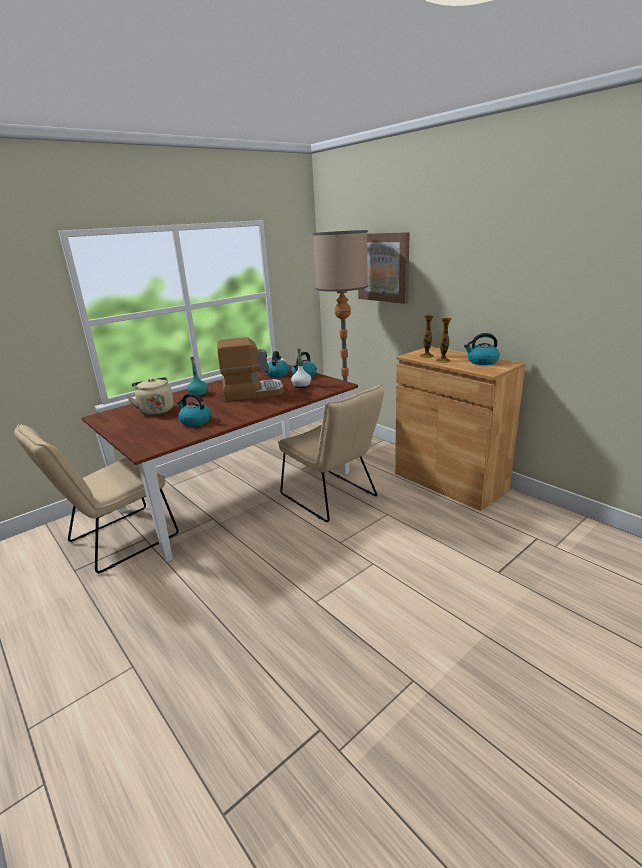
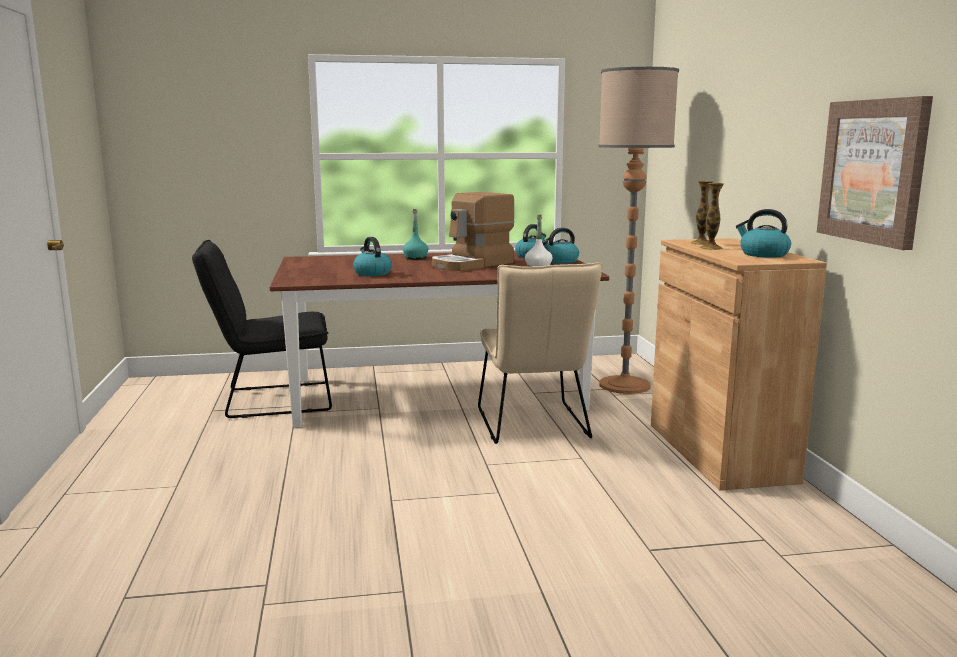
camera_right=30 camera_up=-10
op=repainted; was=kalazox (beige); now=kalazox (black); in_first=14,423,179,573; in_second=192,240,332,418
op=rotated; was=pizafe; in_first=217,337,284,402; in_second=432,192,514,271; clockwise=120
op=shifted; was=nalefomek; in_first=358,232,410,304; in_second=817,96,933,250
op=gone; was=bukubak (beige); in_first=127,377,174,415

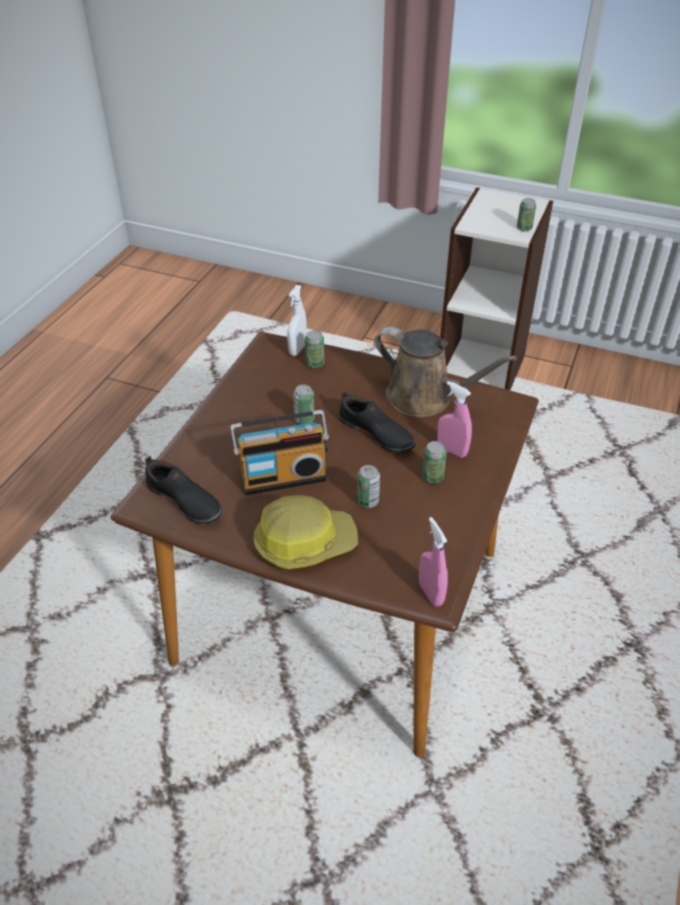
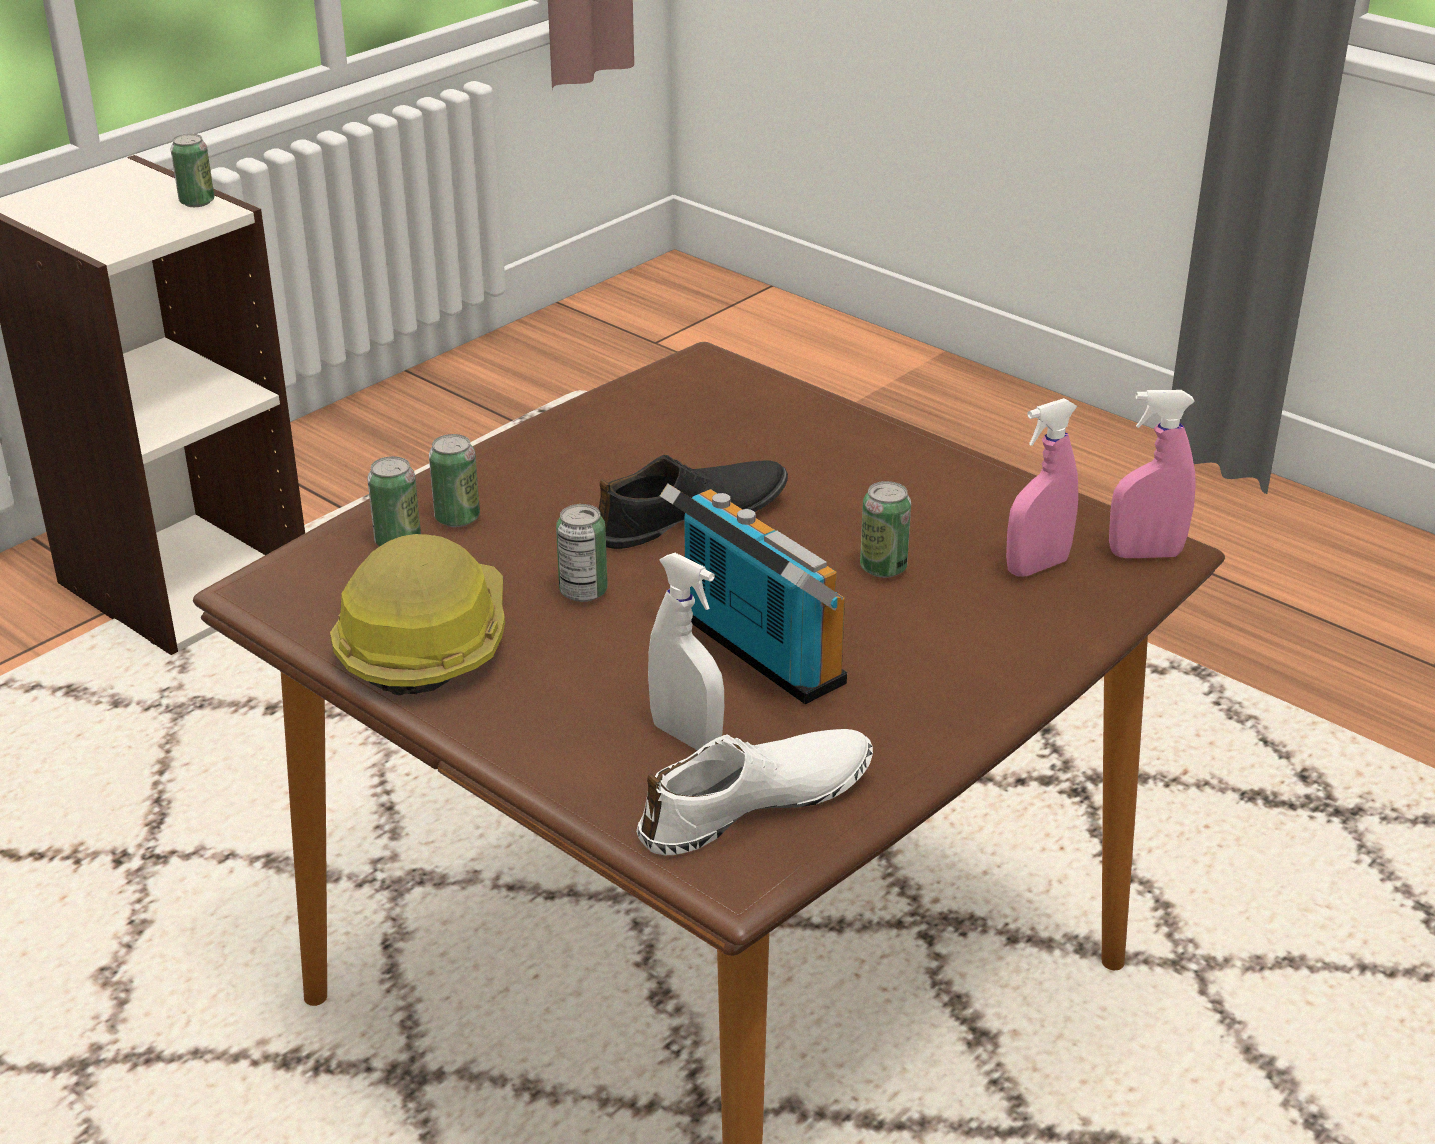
camera_right=-70 camera_up=-10
op=shifted; was=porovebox; in_first=253,495,358,569; in_second=330,534,505,695
op=shifted; was=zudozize; in_first=422,441,447,483; in_second=429,434,480,527
op=repainted; was=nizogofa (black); now=nizogofa (white); in_first=145,456,222,524; in_second=636,729,873,855
op=shifted; was=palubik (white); in_first=287,285,307,356; in_second=648,553,724,750
op=rotated; was=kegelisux; in_first=230,410,329,496; in_second=660,483,847,704; clockwise=-45
op=shifted; was=palubik (pink); in_first=437,381,472,458; in_second=1006,398,1078,577
op=gone; was=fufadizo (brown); in_first=374,327,517,417

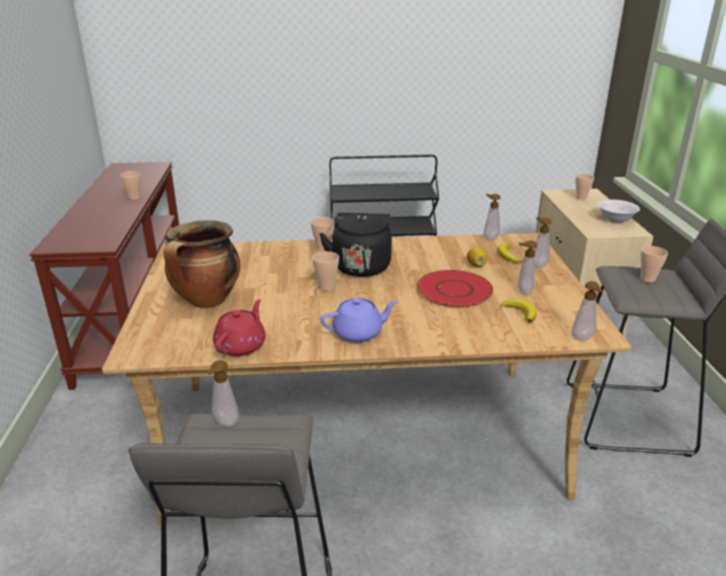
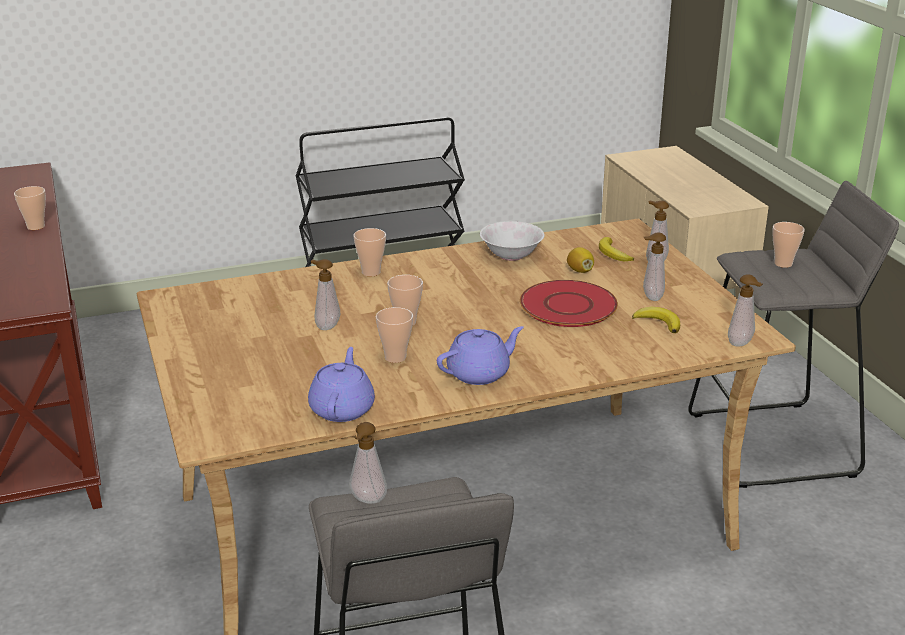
camera_right=-15 camera_up=0
op=repainted; was=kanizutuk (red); now=kanizutuk (purple); in_first=213,299,266,356; in_second=308,347,375,422
op=shifted; was=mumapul; in_first=483,194,501,241; in_second=311,259,340,330
op=shifted; was=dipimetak; in_first=575,174,594,200; in_second=376,307,413,363
op=shifted; was=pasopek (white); in_first=598,200,640,223; in_second=480,221,545,261
op=gone; was=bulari; in_first=163,220,240,308
op=gone; was=bukubak (black); in_first=319,213,392,277

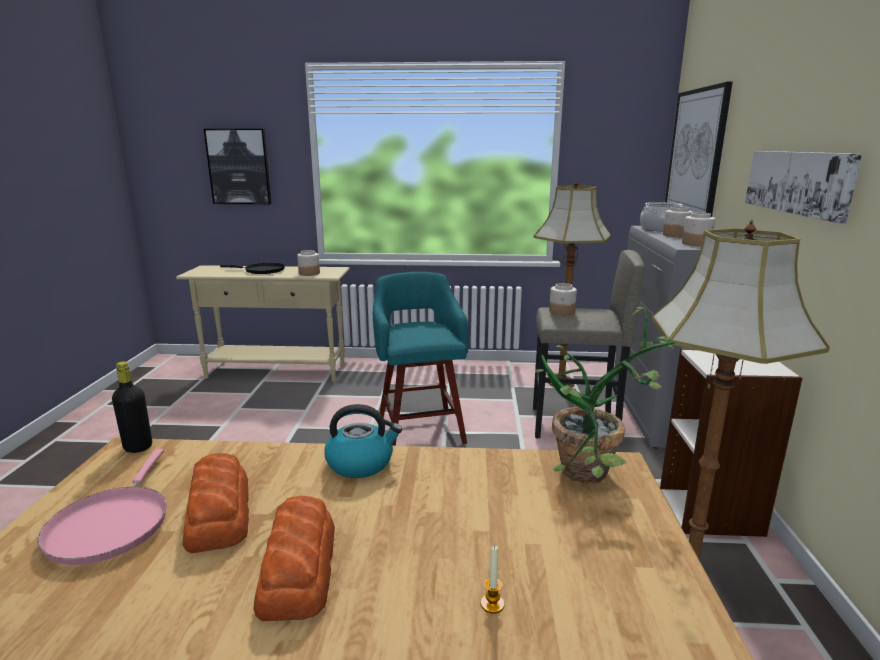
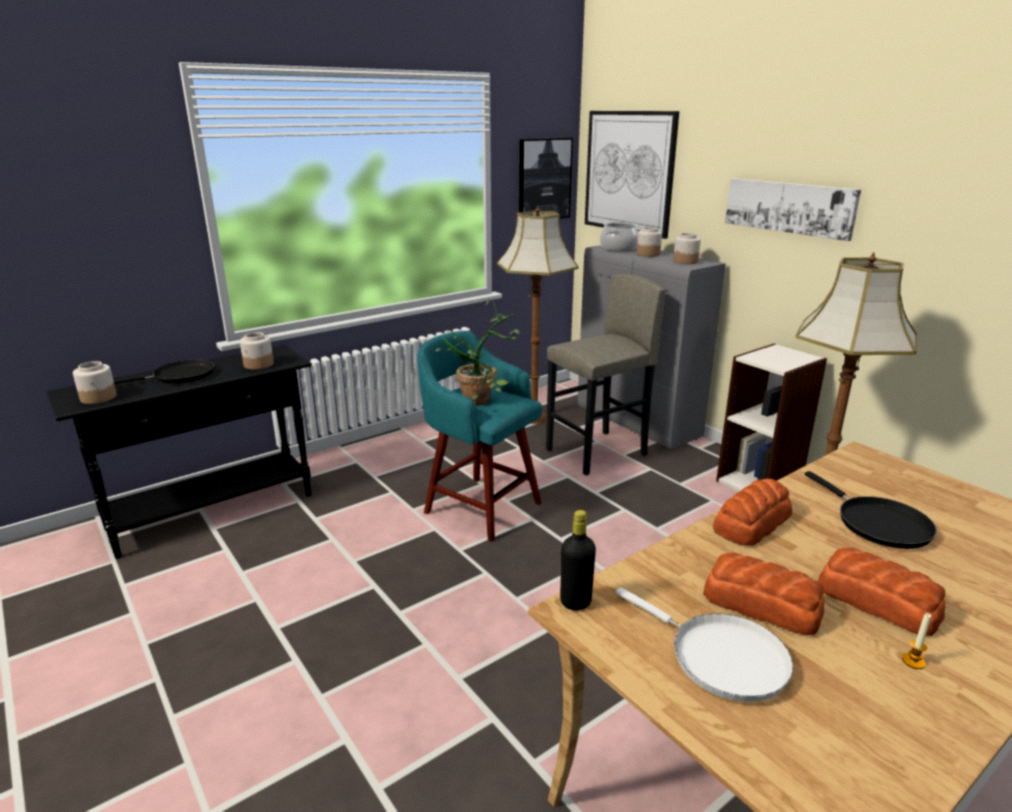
camera_right=-40 camera_up=5
op=repainted; was=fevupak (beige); now=fevupak (black); in_first=176,265,350,382; in_second=46,345,312,559
op=shifted; was=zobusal; in_first=549,283,577,315; in_second=73,361,117,404
op=shifted; was=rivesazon; in_first=535,307,675,484; in_second=435,299,520,406
op=shifted; was=nalefomek; in_first=204,129,272,204; in_second=519,138,573,219
op=repainted; was=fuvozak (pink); now=fuvozak (white); in_first=37,449,167,565; in_second=615,587,793,702
op=swapped; was=bukubak; now=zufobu; in_first=325,404,402,478; in_second=713,479,792,546
op=new; now=fuvozak (black); in_second=805,471,937,549
op=shifted; was=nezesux; in_first=481,545,505,614; in_second=902,613,931,669

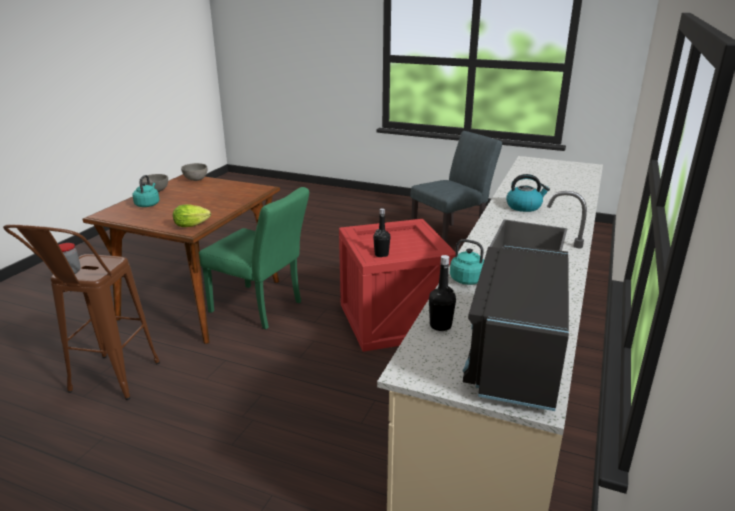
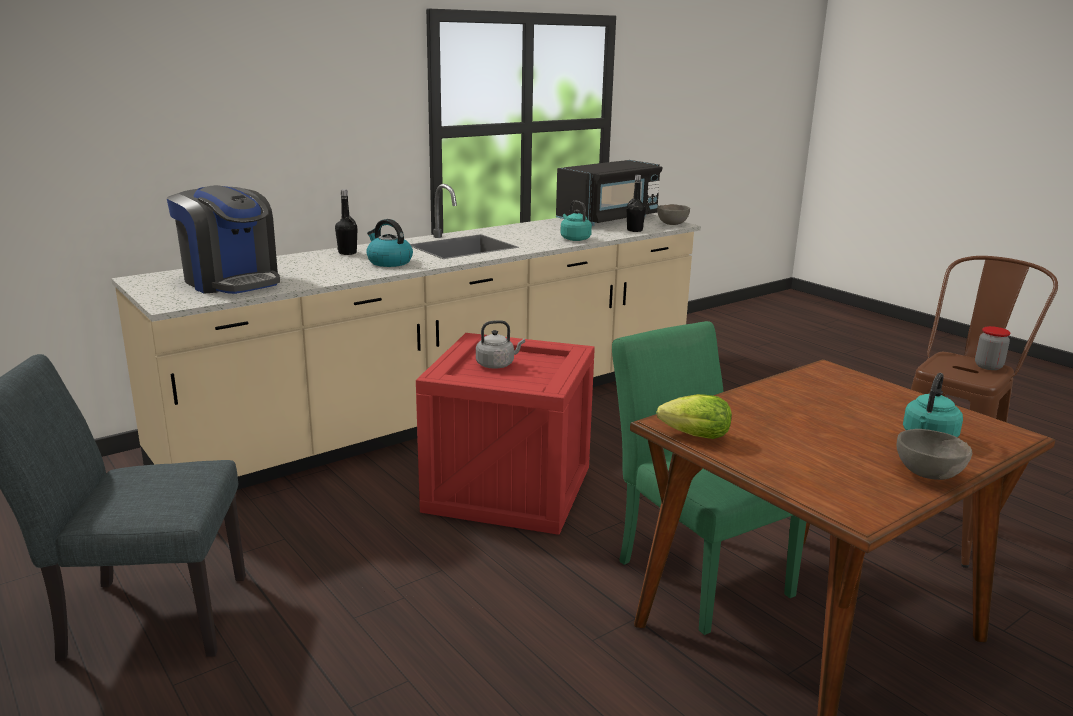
camera_right=-150 camera_up=-5
op=new; now=pizafe; in_second=167,185,280,294
op=shifted; was=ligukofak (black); in_first=373,208,390,257; in_second=335,189,357,255
op=new; now=bukubak (grey); in_second=476,320,525,369
op=shifted; was=pasopek (grey); in_first=181,163,207,181; in_second=657,204,690,225
op=shifted; was=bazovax; in_first=173,205,211,227; in_second=657,394,732,439

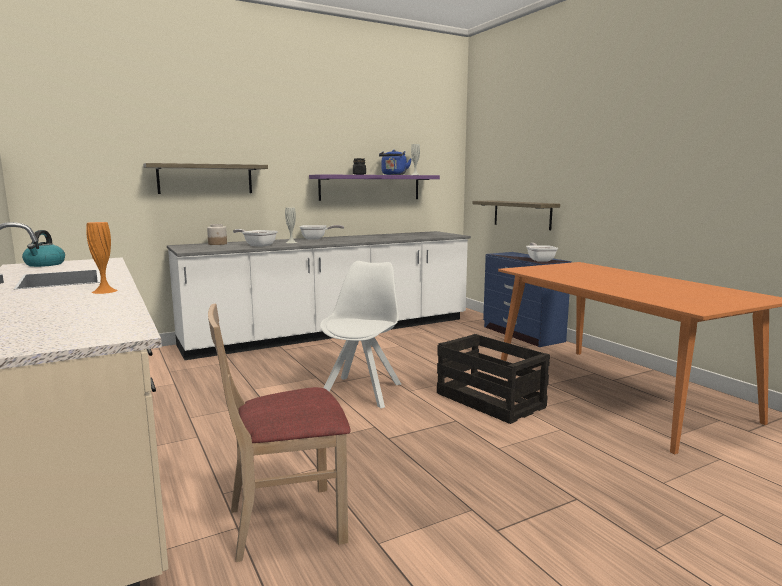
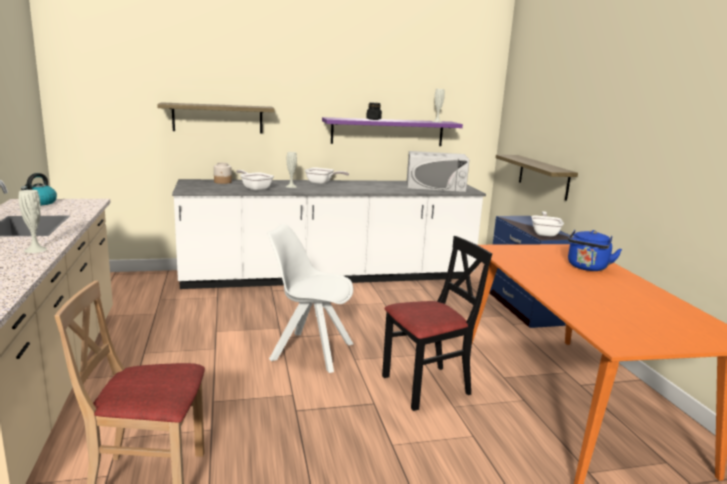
camera_right=15 camera_up=5
op=repainted; was=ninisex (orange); now=ninisex (white); in_first=86,222,118,294; in_second=19,190,47,253
op=rotated; was=kalazox (white); in_first=320,261,401,408; in_second=267,224,353,373; clockwise=-105
op=swapped; was=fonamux; now=kalazox (black); in_first=437,334,550,424; in_second=382,236,492,411
op=new; now=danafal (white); in_second=407,151,470,192
op=shifted; was=bukubak (blue); in_first=379,150,411,175; in_second=568,229,622,271

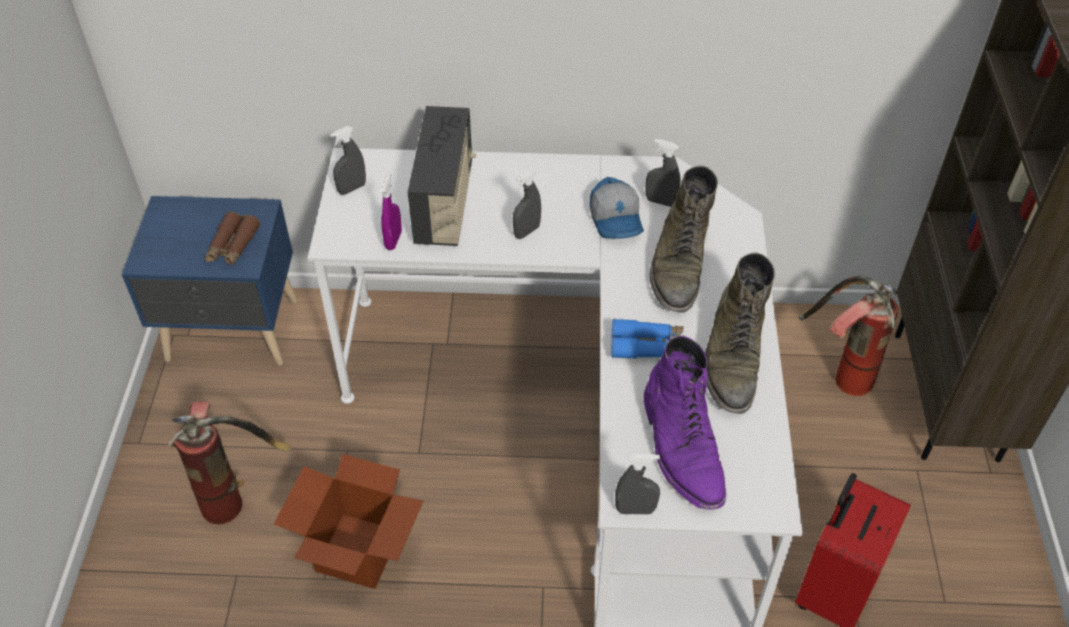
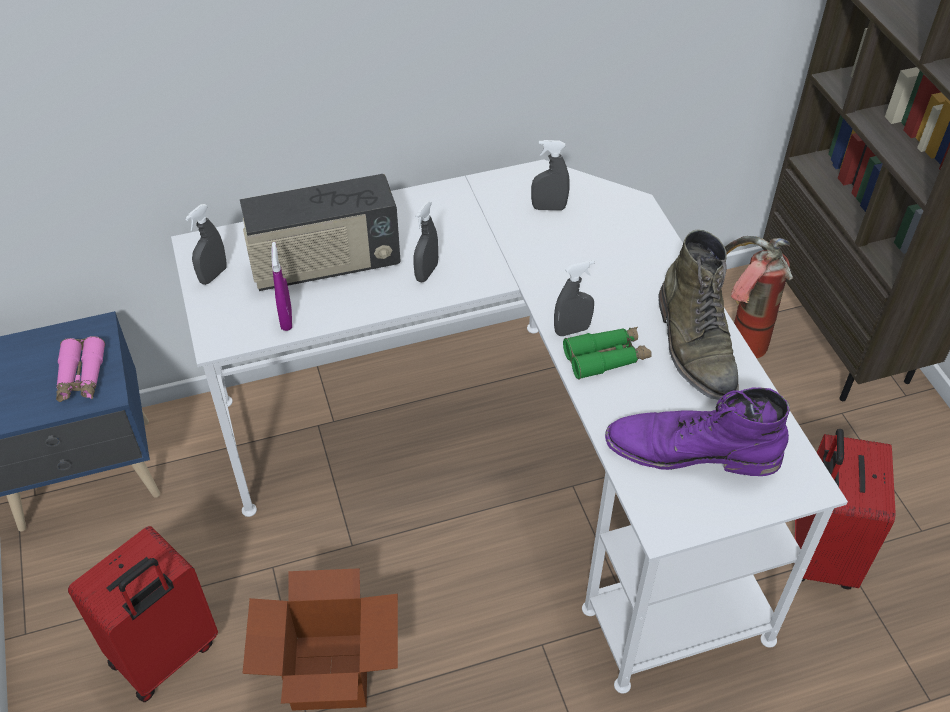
camera_right=-20 camera_up=0
op=repainted; was=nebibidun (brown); now=nebibidun (pink); in_first=205,212,260,266; in_second=56,336,105,402
op=swapped; was=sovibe; now=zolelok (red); in_first=168,401,291,524; in_second=68,526,218,702
op=rotated; was=kegelisux; in_first=407,106,476,246; in_second=240,174,401,291; clockwise=90
op=shifted; was=palubik (grey); in_first=615,454,660,514; in_second=554,260,594,336
op=repainted; was=nebibidun (blue); now=nebibidun (green); in_first=611,319,684,359; in_second=563,327,652,380
op=rotated; was=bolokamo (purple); in_first=644,335,726,510; in_second=605,388,790,476; clockwise=135
op=gone; was=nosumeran; in_first=590,177,644,239
op=gone; was=bolokamo (green); in_first=650,166,718,313

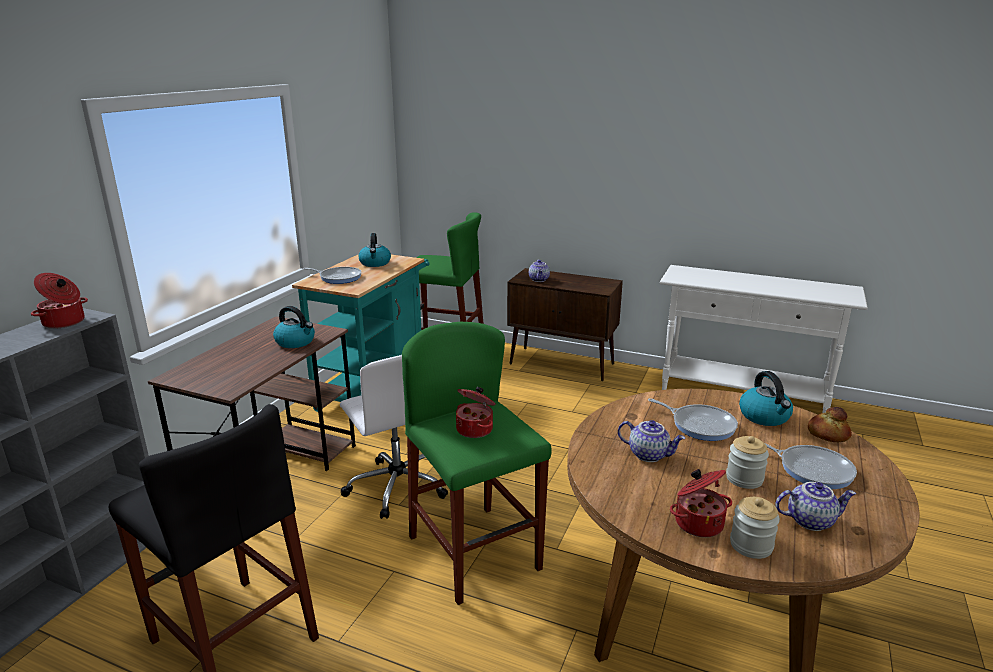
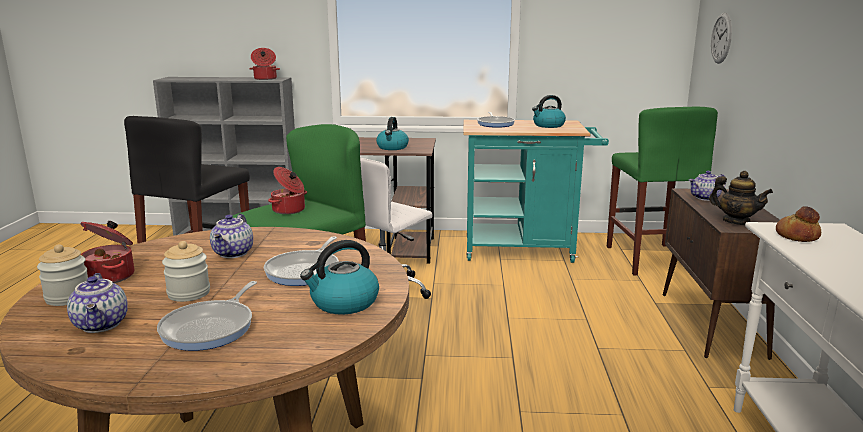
camera_right=70 camera_up=-5
op=new; now=kanizutuk; in_second=709,171,773,225
op=new; now=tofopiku; in_second=711,13,732,64
op=shifted; was=zufobu; in_first=808,407,852,442; in_second=776,206,821,242

